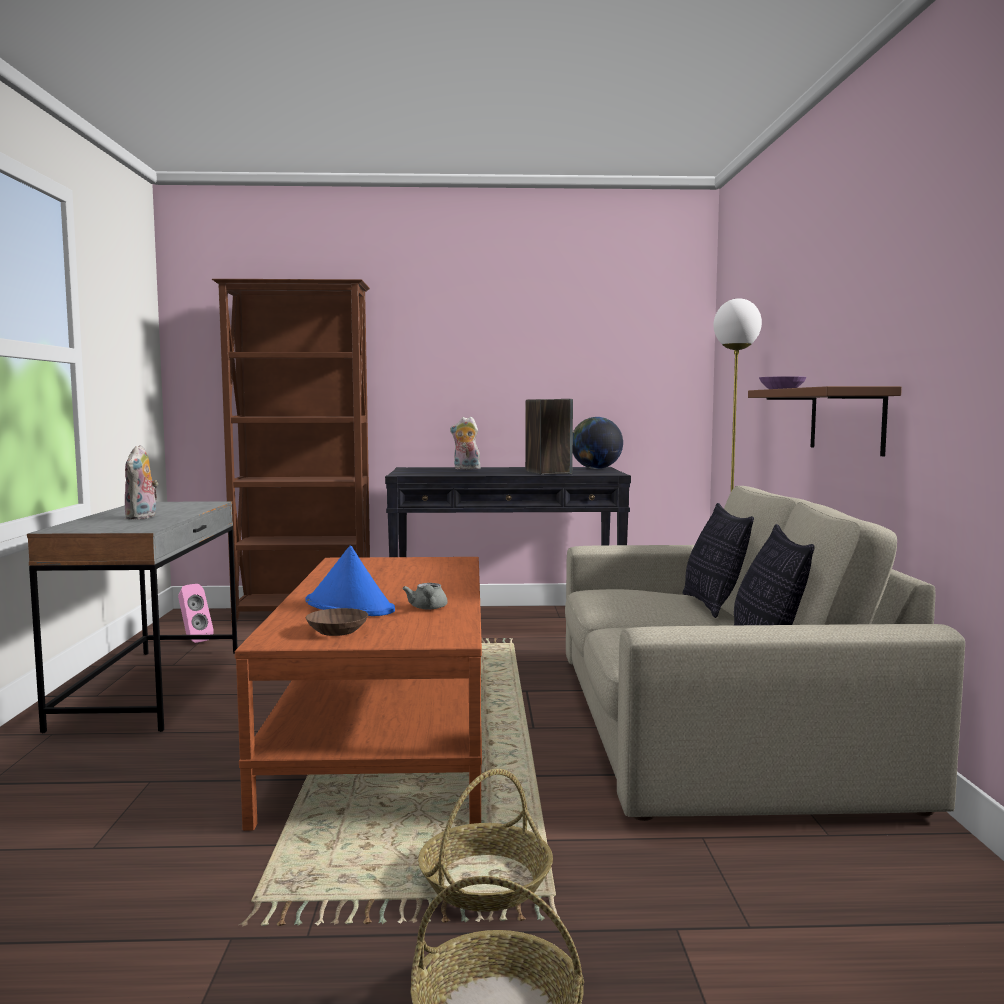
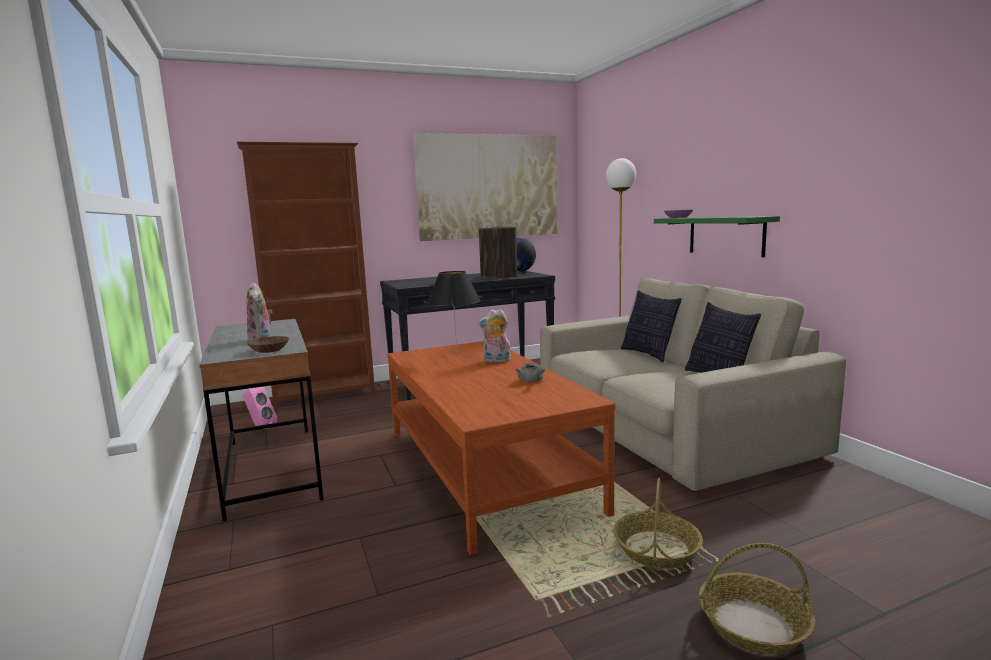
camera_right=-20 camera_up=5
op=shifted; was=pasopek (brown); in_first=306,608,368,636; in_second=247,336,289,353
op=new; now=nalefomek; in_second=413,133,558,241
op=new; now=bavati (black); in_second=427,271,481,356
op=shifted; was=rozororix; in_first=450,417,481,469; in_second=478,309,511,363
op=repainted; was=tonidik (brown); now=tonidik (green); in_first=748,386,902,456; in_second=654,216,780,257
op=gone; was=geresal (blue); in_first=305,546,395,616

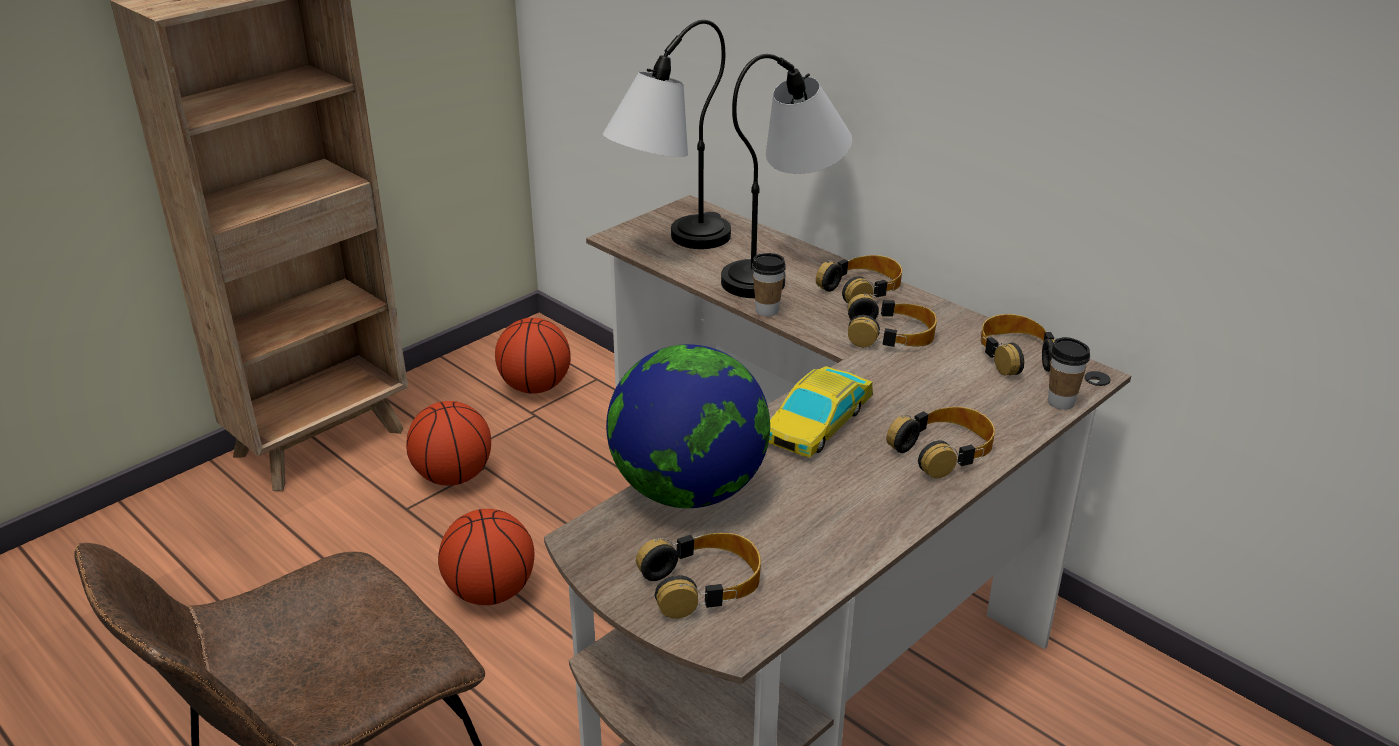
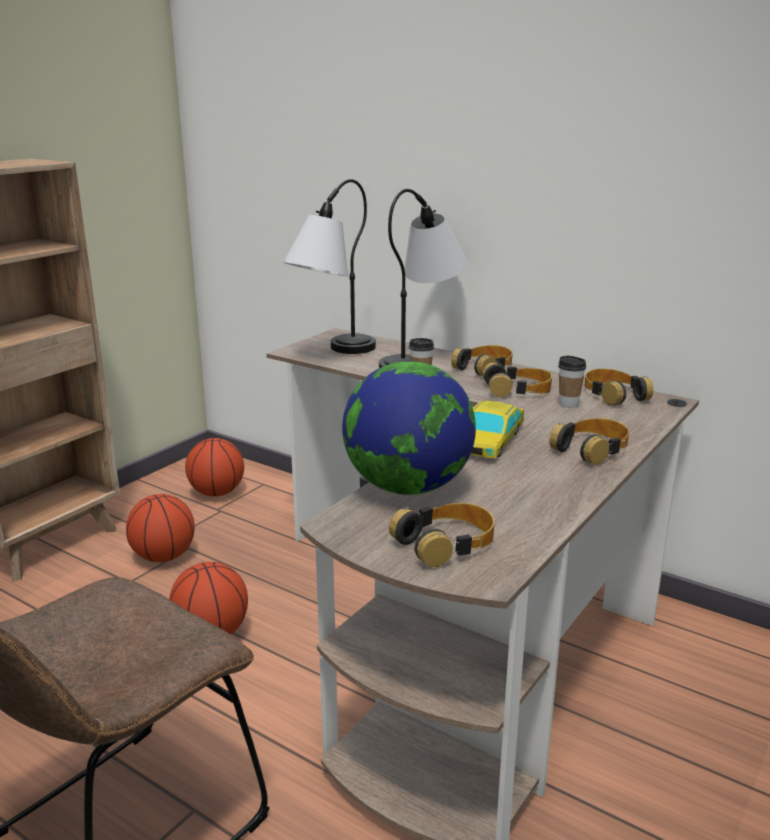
camera_right=-10 camera_up=-10
op=shifted; was=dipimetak; in_first=1048,337,1090,410; in_second=558,356,586,408

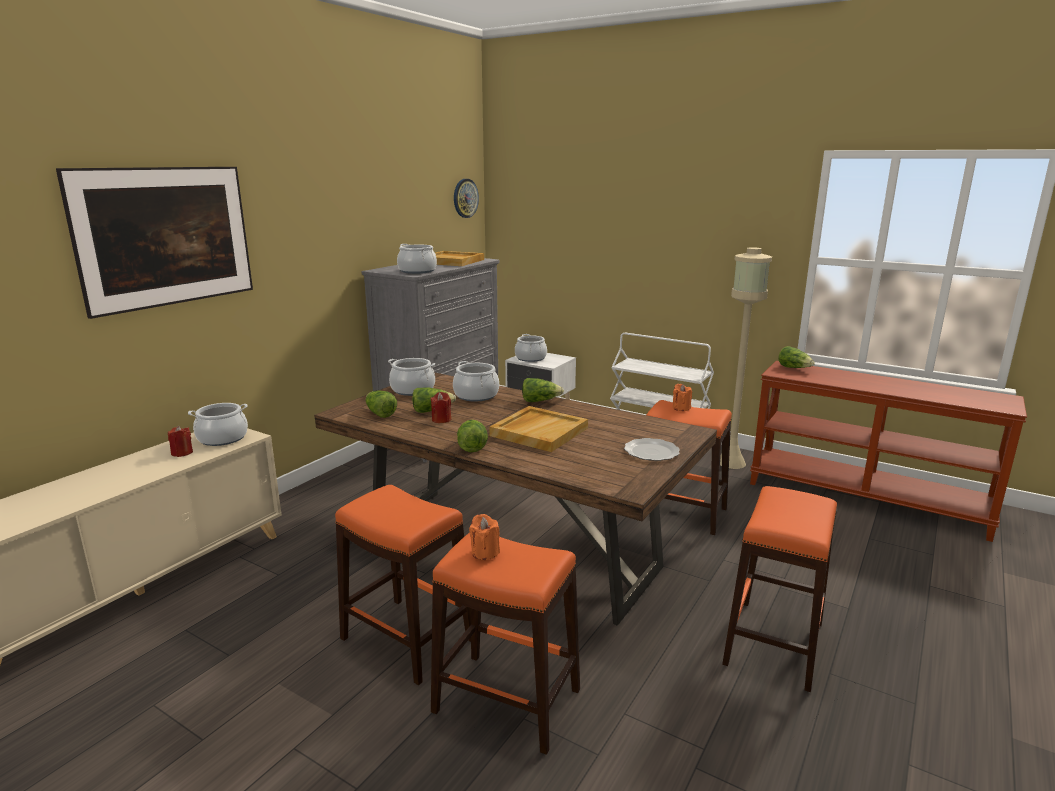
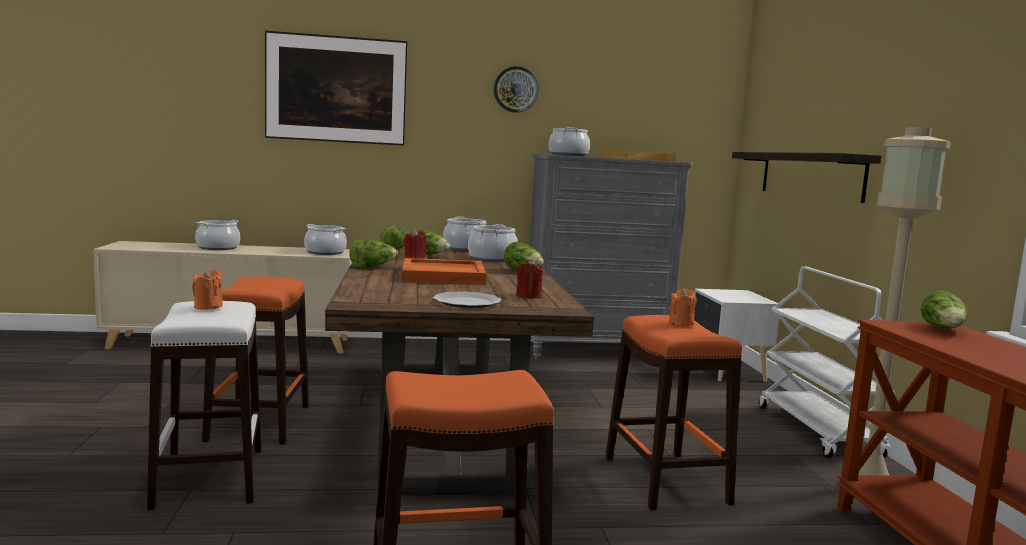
camera_right=50 camera_up=-10
op=repainted; was=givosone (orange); now=givosone (white); in_first=431,532,580,755; in_second=147,301,261,511
op=shifted; was=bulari; in_first=515,334,547,362; in_second=195,220,240,250
op=repainted; was=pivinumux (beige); now=pivinumux (orange); in_first=489,406,588,452; in_second=402,258,487,285
op=shifted; was=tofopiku; in_first=454,179,479,218; in_second=494,66,539,113
op=shifted; was=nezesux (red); in_first=168,426,193,457; in_second=516,259,544,299
op=new; now=tonidik; in_second=732,152,881,203

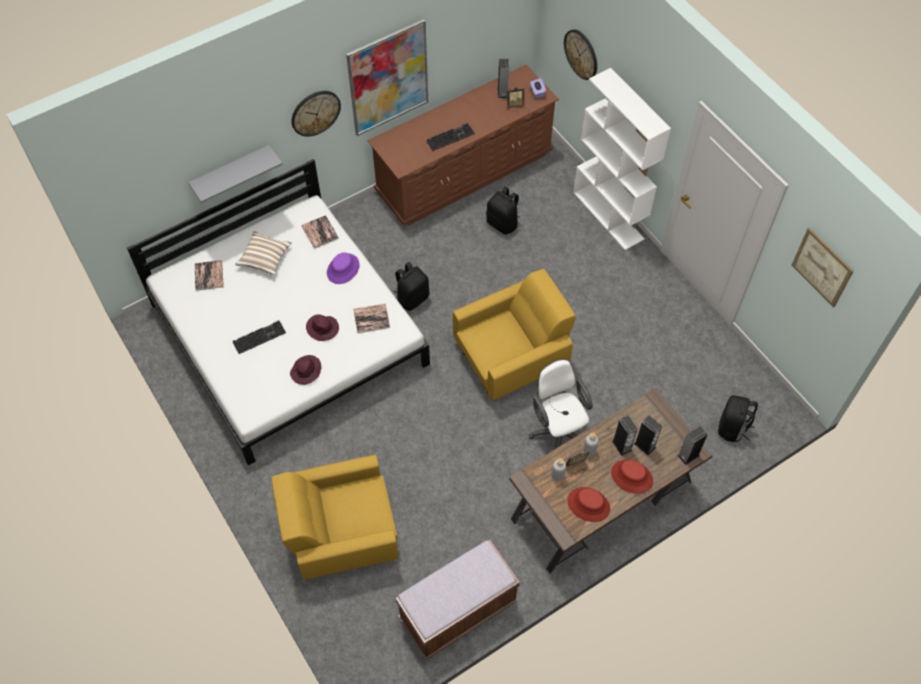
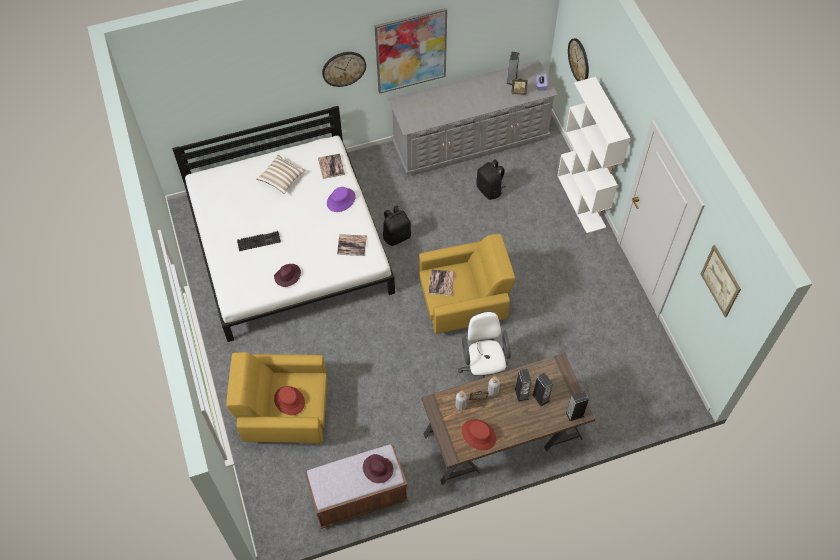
camera_right=15 camera_up=0
op=shifted; was=geresal (red); in_first=611,460,653,494; in_second=274,386,305,415
op=shifted; was=geresal (purple); in_first=306,315,339,341; in_second=363,454,393,483
op=repainted; was=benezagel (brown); now=benezagel (grey); in_first=368,65,559,226; in_second=388,60,558,176
op=shifted; was=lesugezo; in_first=194,260,224,291; in_second=429,269,455,296
op=gone; was=tonidik (grey); in_first=188,145,283,203
op=gone; was=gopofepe; in_first=426,123,475,151
op=gone; was=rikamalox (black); in_first=718,395,758,442

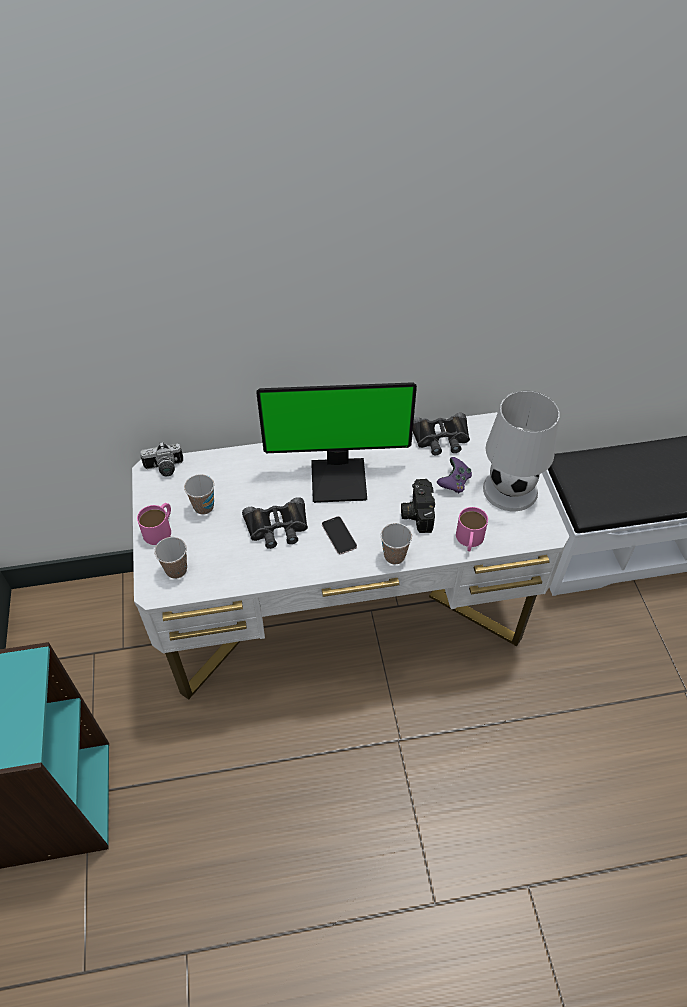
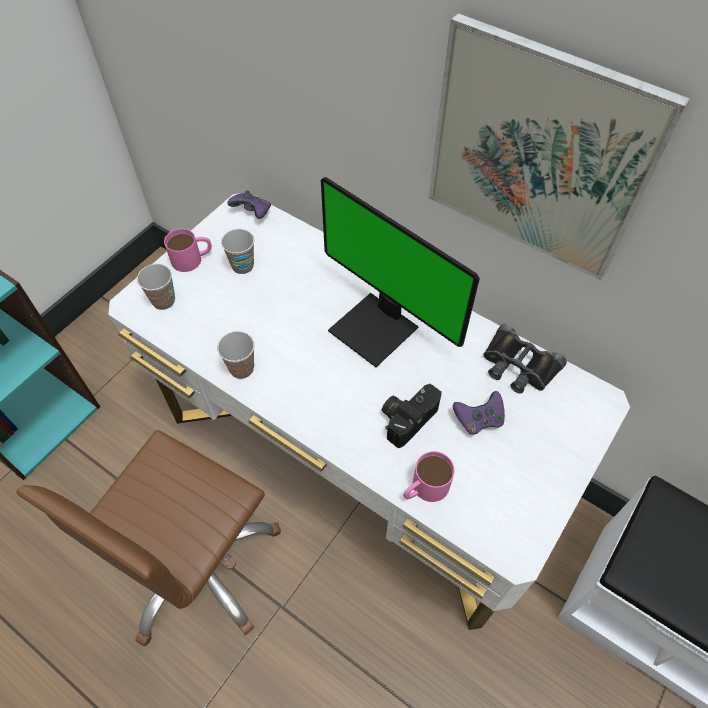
camera_right=45 camera_up=5
op=new; now=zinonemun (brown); in_second=16,430,281,646
op=shifted; was=dipimetak; in_first=381,523,412,564; in_second=217,331,255,379
op=swapped; was=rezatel; now=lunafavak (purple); in_first=140,442,183,476; in_second=227,190,271,219
op=new; now=nalefomek; in_second=429,13,690,280
op=gone; was=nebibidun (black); in_first=242,497,308,549
op=gone; was=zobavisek; in_first=322,516,357,555
op=gone; was=bavati (white); in_first=483,391,560,511

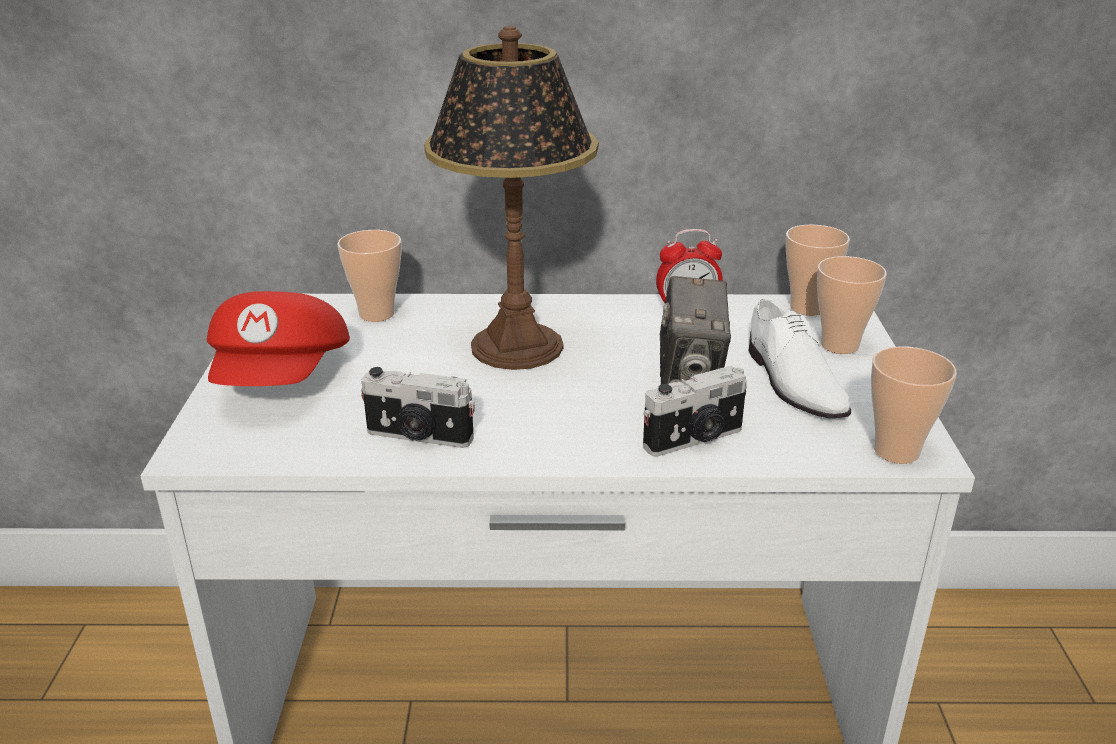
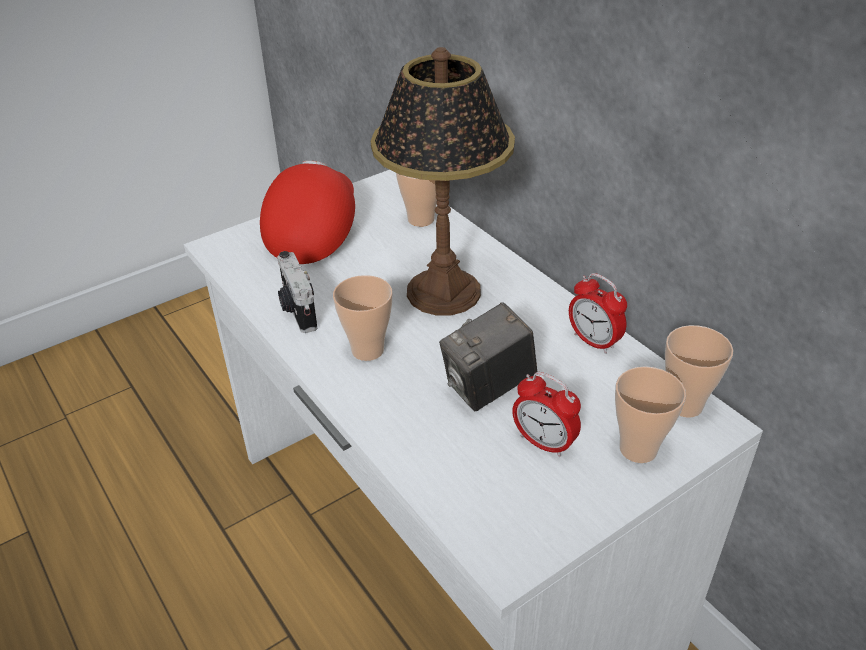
camera_right=55 camera_up=10
op=rotated; was=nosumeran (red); in_first=207,291,350,386; in_second=260,161,355,264; clockwise=135
op=shifted; was=dipimetak; in_first=871,346,957,464; in_second=333,275,393,361
op=swapped; was=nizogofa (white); now=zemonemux; in_first=749,299,851,418; in_second=512,372,581,457
op=gone; was=rezatel; in_first=643,365,747,457

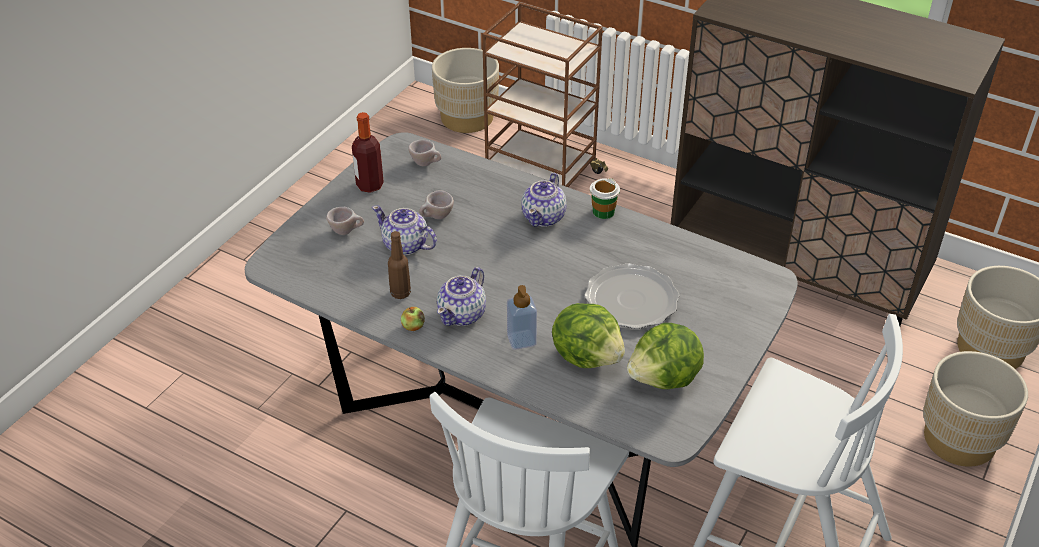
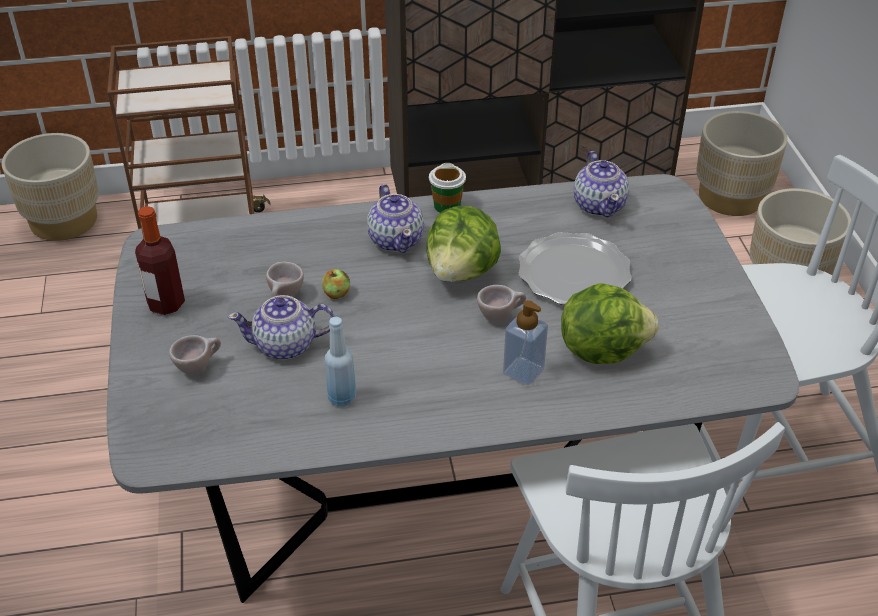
camera_right=-40 camera_up=0
op=shifted; was=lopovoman; in_first=401,307,425,331; in_second=322,269,350,299
op=repainted; was=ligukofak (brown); now=ligukofak (blue); in_first=388,231,411,299; in_second=325,317,356,407
op=shifted; was=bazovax; in_first=627,323,704,389; in_second=426,206,501,282
op=shifted; was=dipimetak (beige); in_first=409,140,441,166; in_second=477,285,526,323
op=shifted; was=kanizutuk; in_first=437,267,486,326; in_second=574,151,629,217

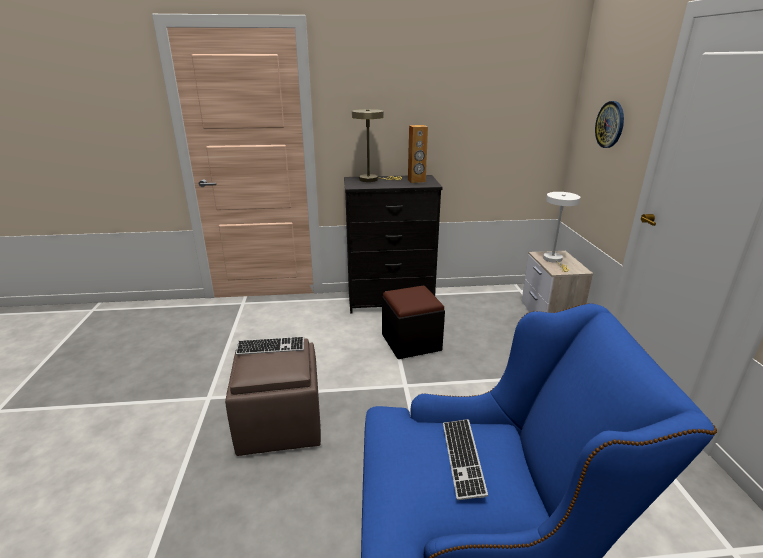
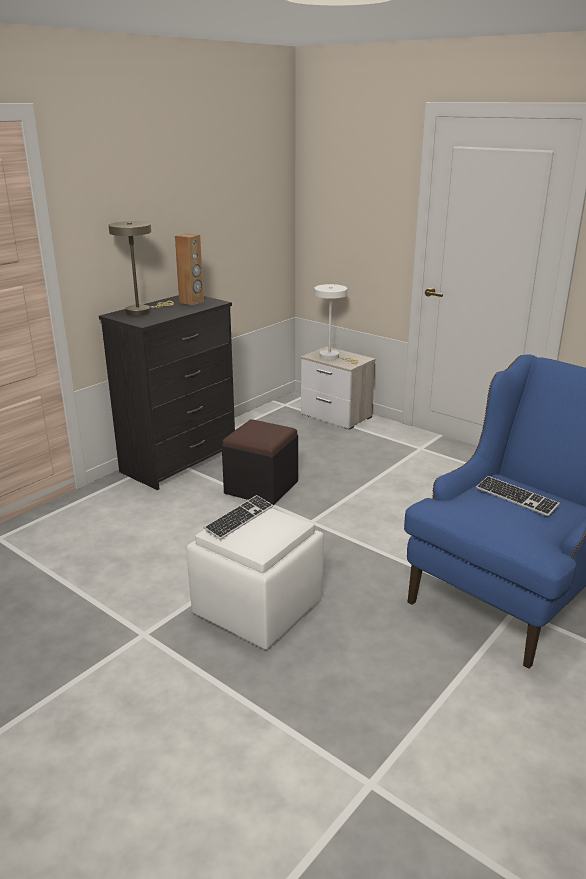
camera_right=-45 camera_up=0
op=repainted; was=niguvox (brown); now=niguvox (white); in_first=225,338,321,456; in_second=186,508,324,649
op=gone; was=tofopiku; in_first=595,101,624,148

